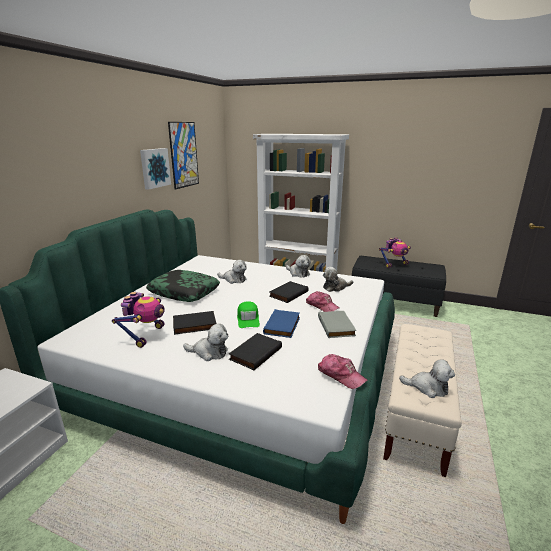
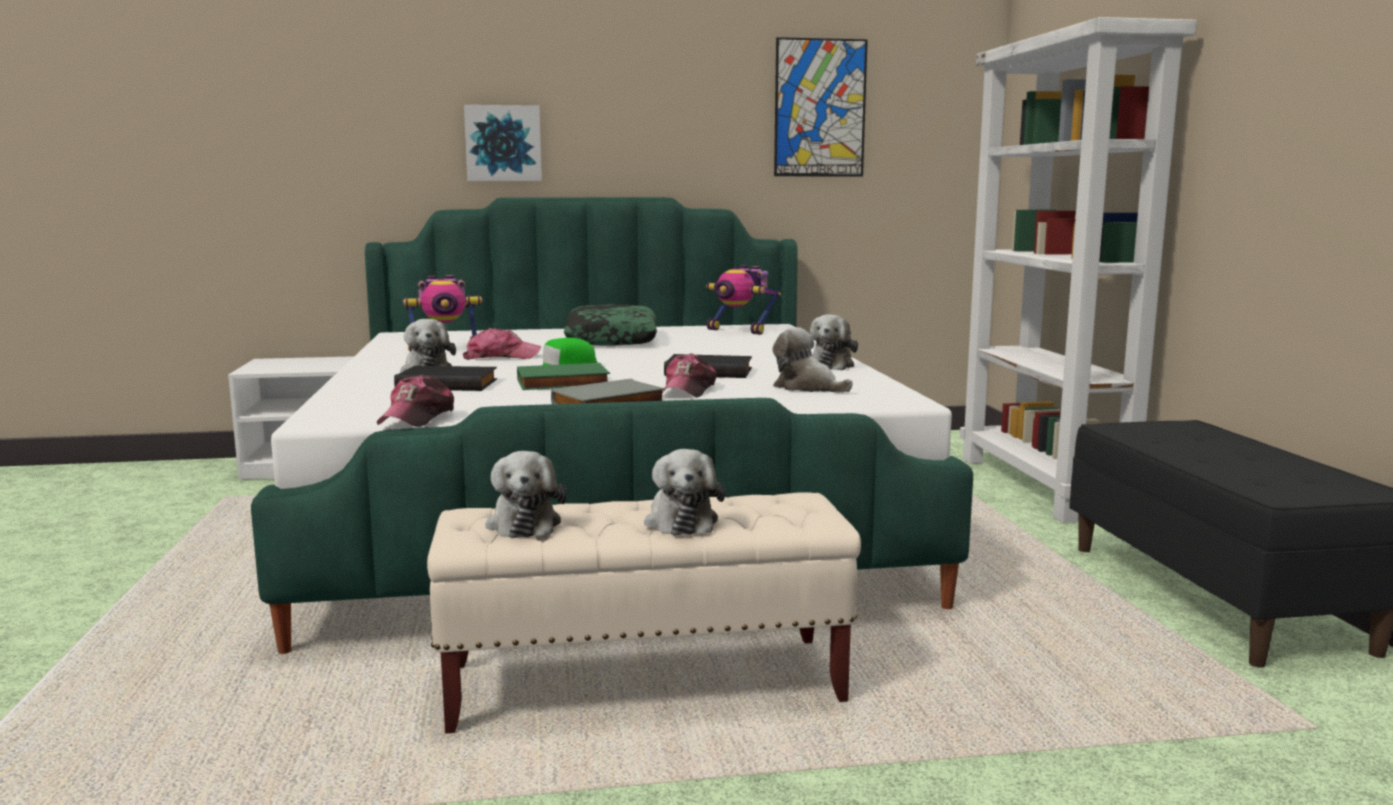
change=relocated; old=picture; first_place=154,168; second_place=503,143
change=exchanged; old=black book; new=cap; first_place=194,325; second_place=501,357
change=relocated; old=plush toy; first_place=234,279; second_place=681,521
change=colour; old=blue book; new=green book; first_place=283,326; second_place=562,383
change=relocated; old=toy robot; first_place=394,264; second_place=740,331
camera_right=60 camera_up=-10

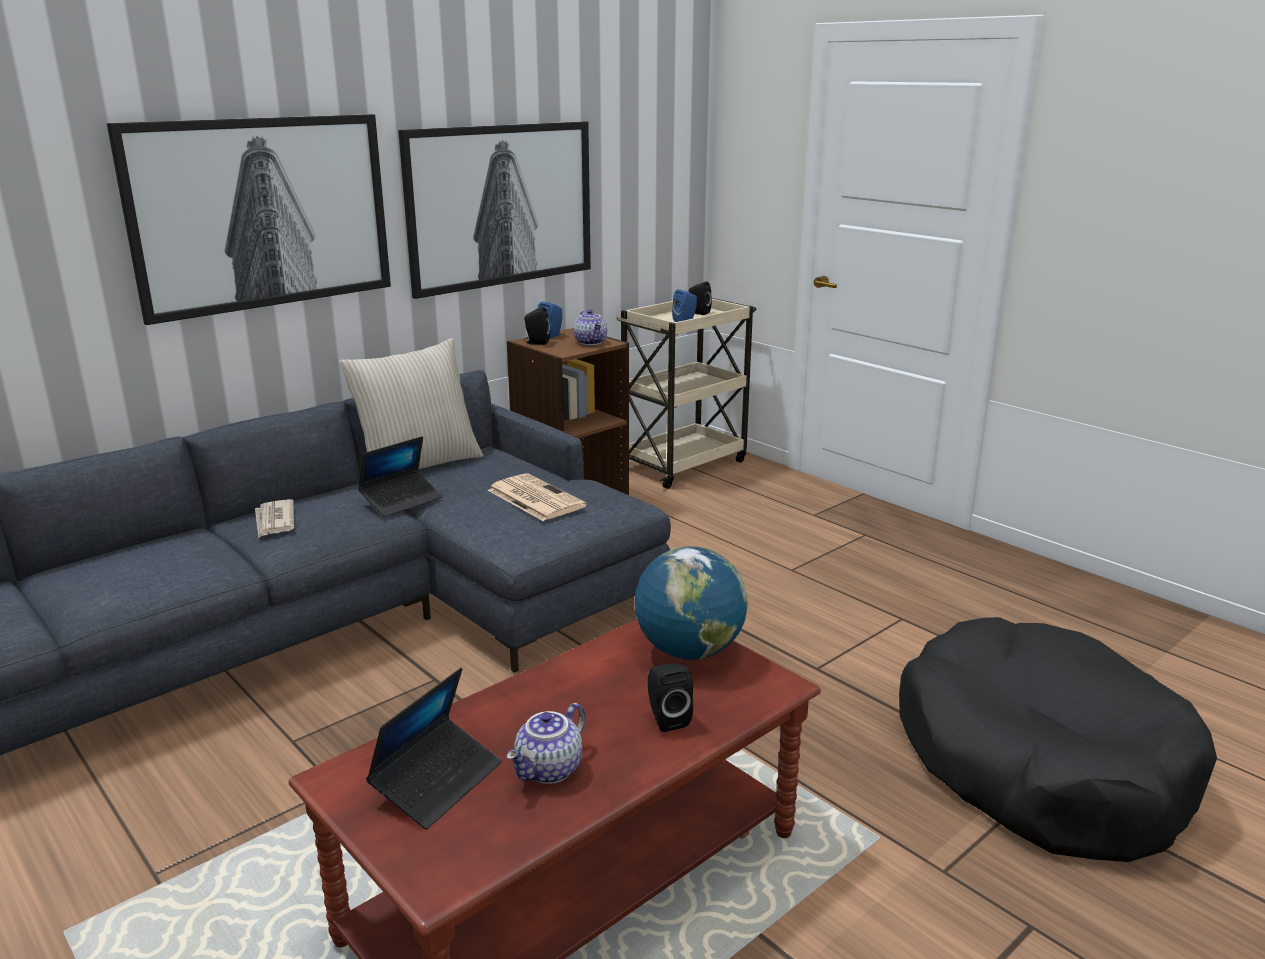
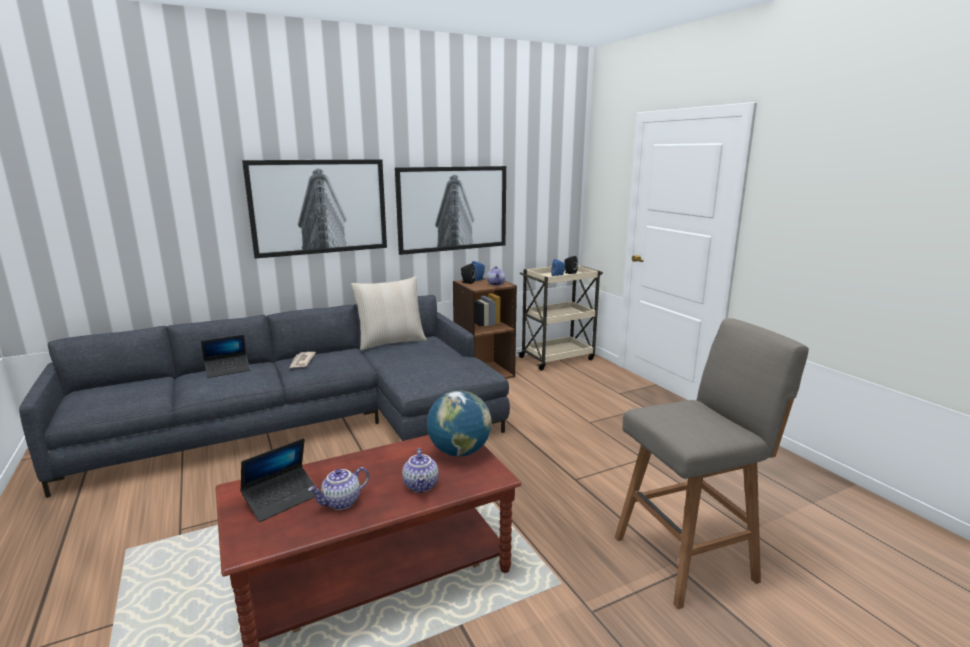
change=relocated; old=laptop; first_place=401,501; second_place=228,370
change=missing; old=newspaper; first_place=534,498
change=exchanged; old=black speaker; new=teapot; first_place=666,718; second_place=422,485
change=exchanged; old=black dog bed; new=grey stool; first_place=1039,763; second_place=688,557
camera_right=15 camera_up=-5

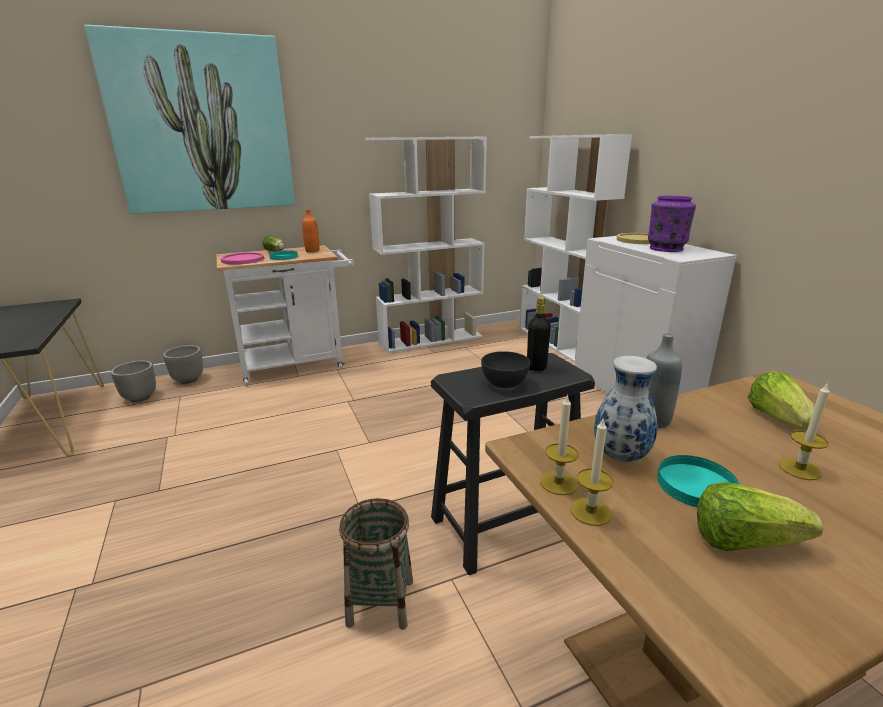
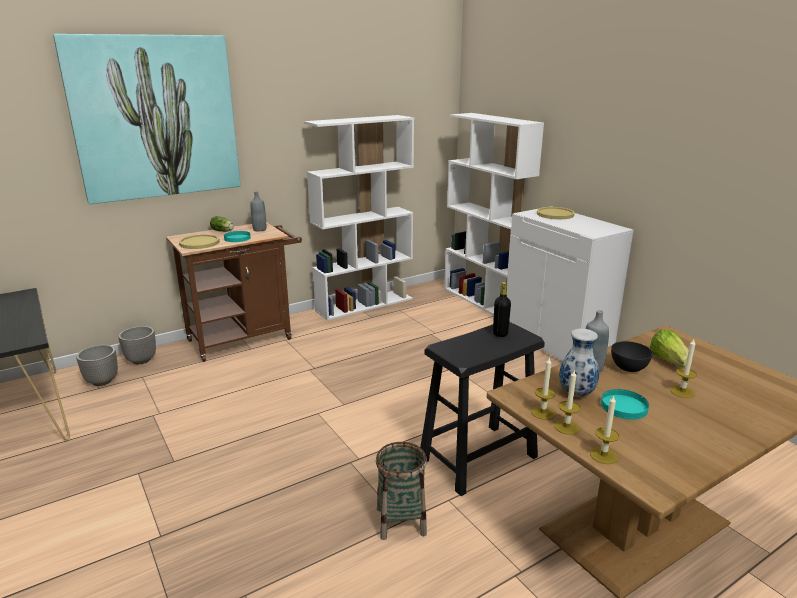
change=colour; old=white cart; new=brown cart; first_place=299,365; second_place=246,338
change=colour; old=pink plate; new=yellow plate; first_place=243,260; second_place=199,243
change=colour; old=orange bottle; new=grey bottle; first_place=312,251; second_place=259,229
change=relocated; old=grey bowl; first_place=504,384; second_place=628,368
change=missing; old=purple vase; first_place=666,248
change=missing; old=lettuce; first_place=743,541
change=appeared; new=candle; second_place=603,455
camera_right=-10 camera_up=0

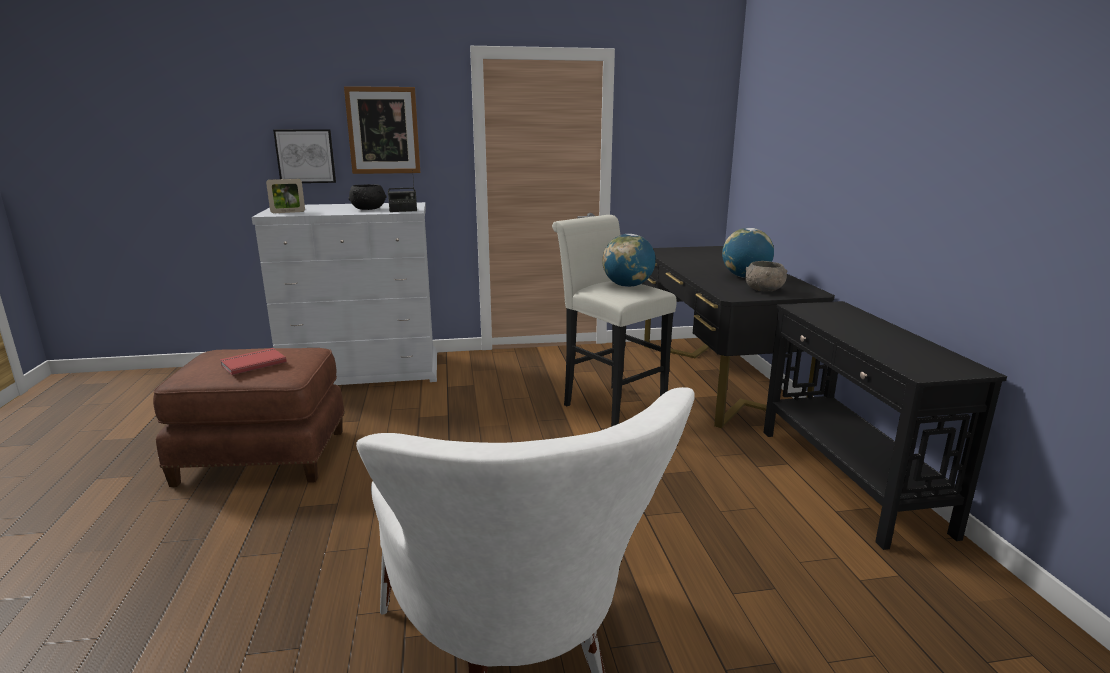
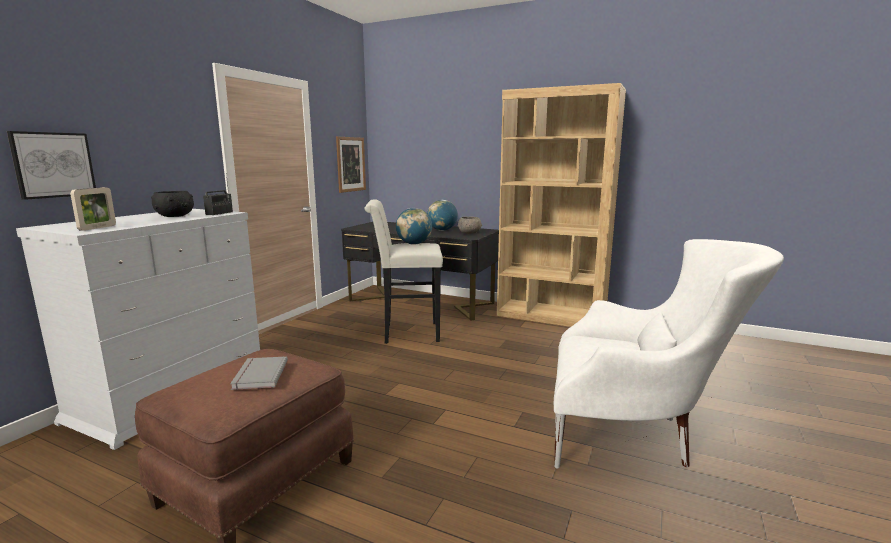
change=colour; old=red book; new=grey book; first_place=252,363; second_place=258,375
change=relocated; old=picture; first_place=383,130; second_place=350,164
change=exchanged; old=black console table; new=brown bookcase; first_place=848,479; second_place=551,316
camera_right=-55 camera_up=-5

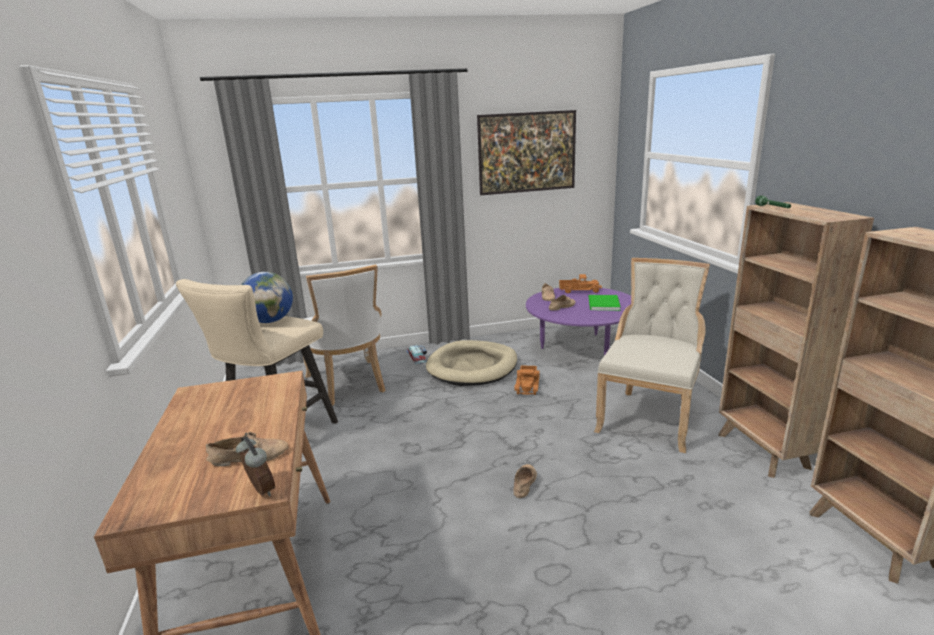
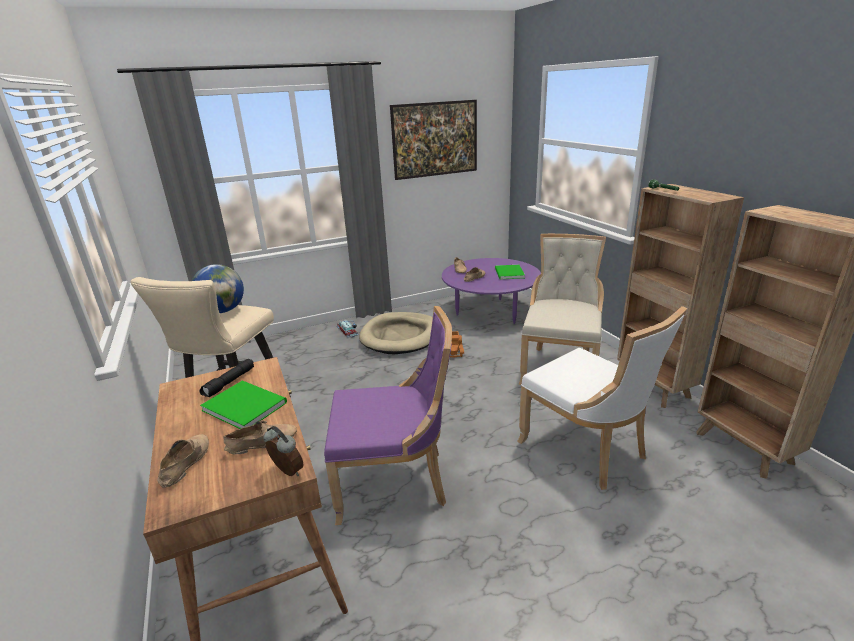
change=relocated; old=white chair; first_place=349,384; second_place=587,450
change=relocated; old=beige shoe; first_place=523,483; second_place=185,462
change=missing; old=toy truck; first_place=579,290
change=appeared; new=black flashlight; second_place=229,383
change=appeared; new=green book; second_place=244,405
change=appeared; new=purple chair; second_place=396,482
camera_right=-10 camera_up=5

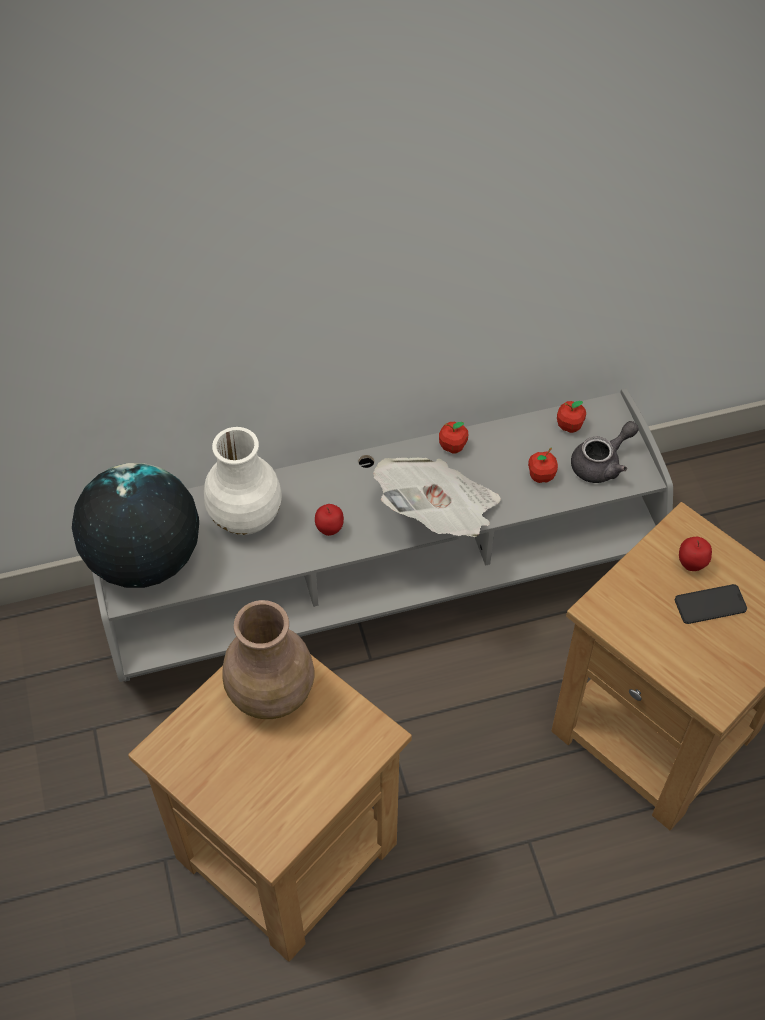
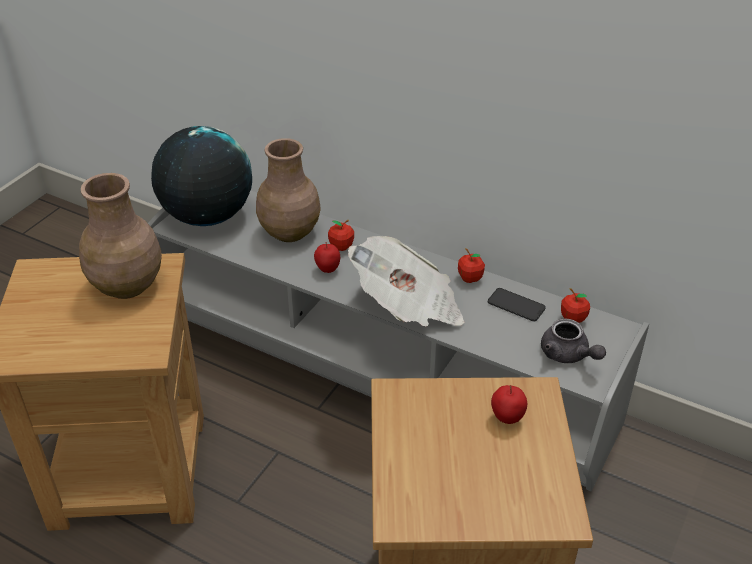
change=colour; old=white vase; new=brown vase; first_place=246,517; second_place=289,233
change=relocated; old=apple; first_place=541,476; second_place=341,247
change=spun; old=grey teapot; first_place=601,463; second_place=568,355; degrees=45
change=relocated; old=phone; first_place=710,604; second_place=516,305
camera_right=45 camera_up=-15

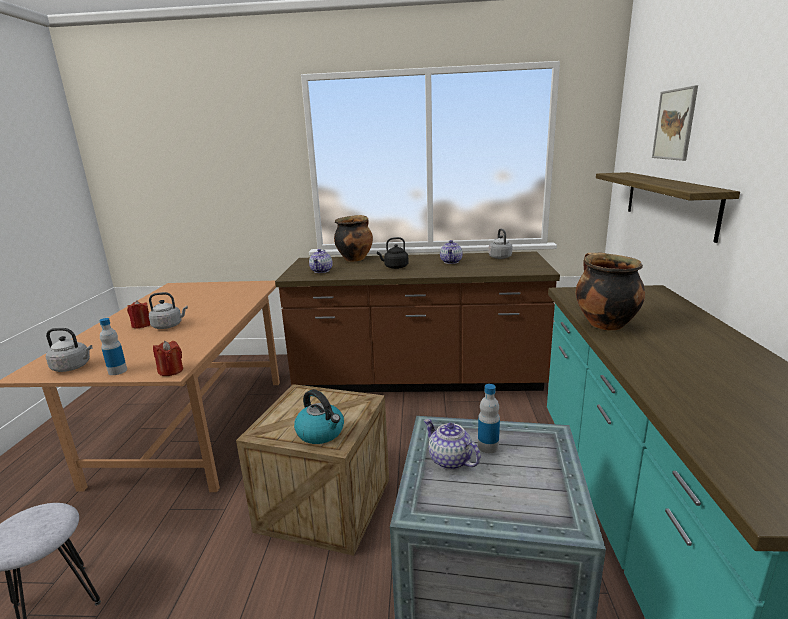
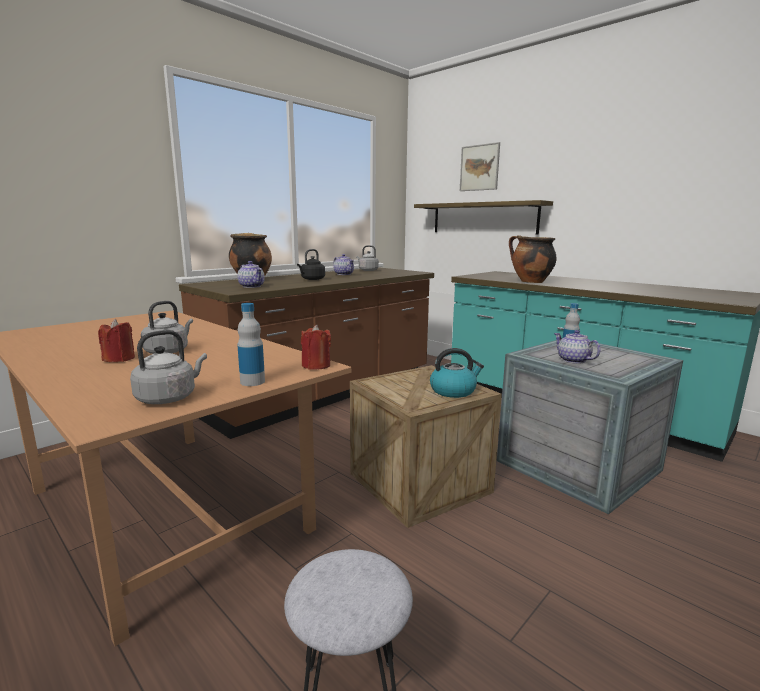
change=spun; old=teapot; first_place=449,460; second_place=573,360; degrees=60
camera_right=-50 camera_up=-5

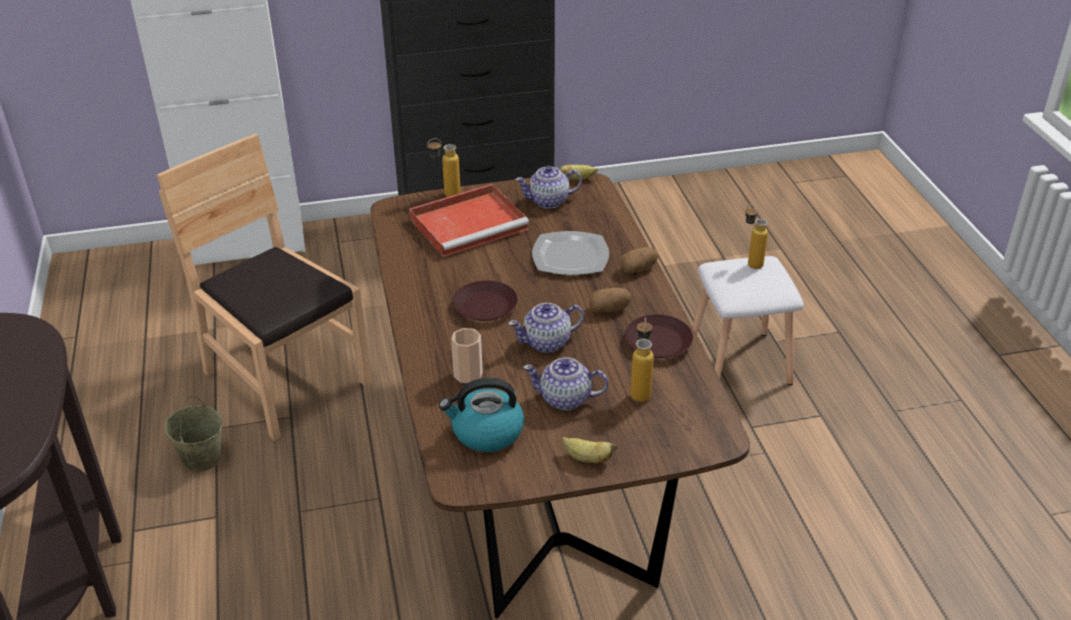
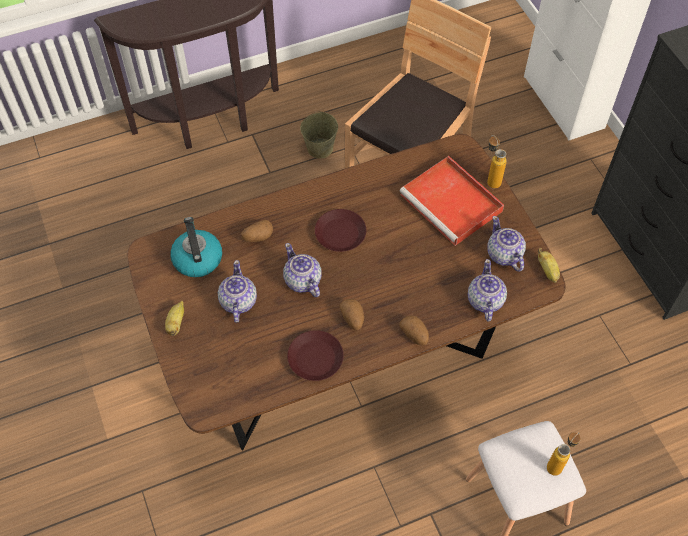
change=exchanged; old=cup; new=potato; first_place=468,374; second_place=258,237
change=missing; old=plate; first_place=569,256
change=missing; old=bottle; first_place=640,390
change=appeared; new=teapot; second_place=484,301
camera_right=80 camera_up=20

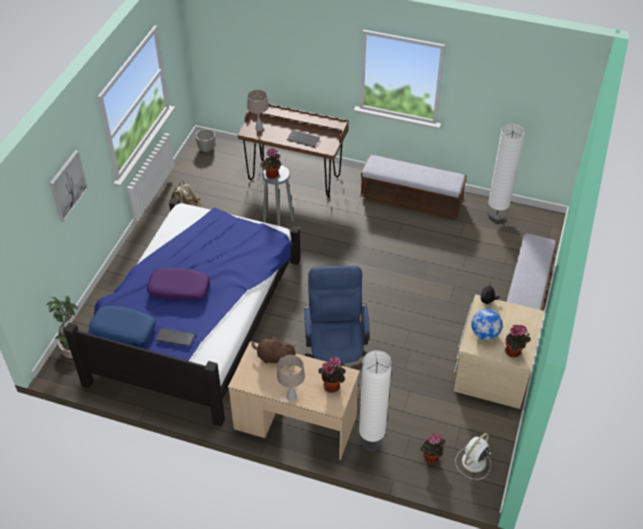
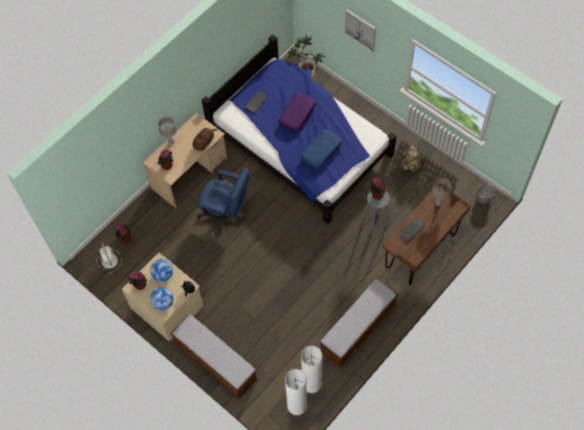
change=relocated; old=blue pillow; first_place=123,329; second_place=321,151
change=relocated; old=white floor lamp; first_place=371,442; second_place=297,410
change=appeared; new=globe; second_place=163,303
camera_right=115 camera_up=15

